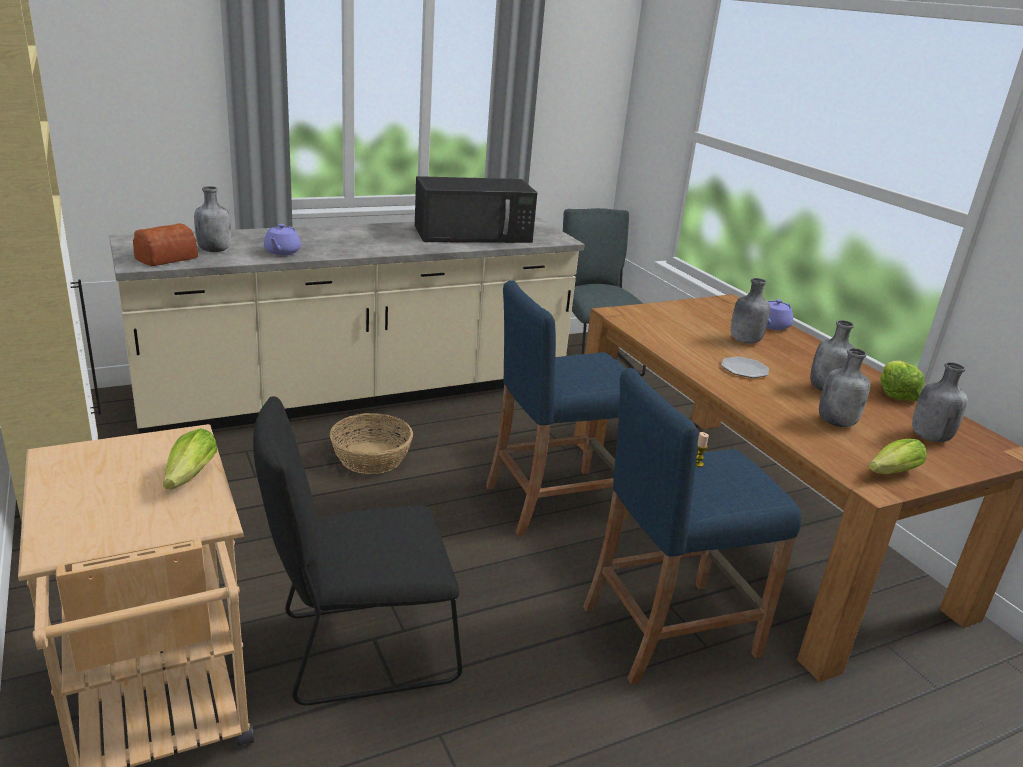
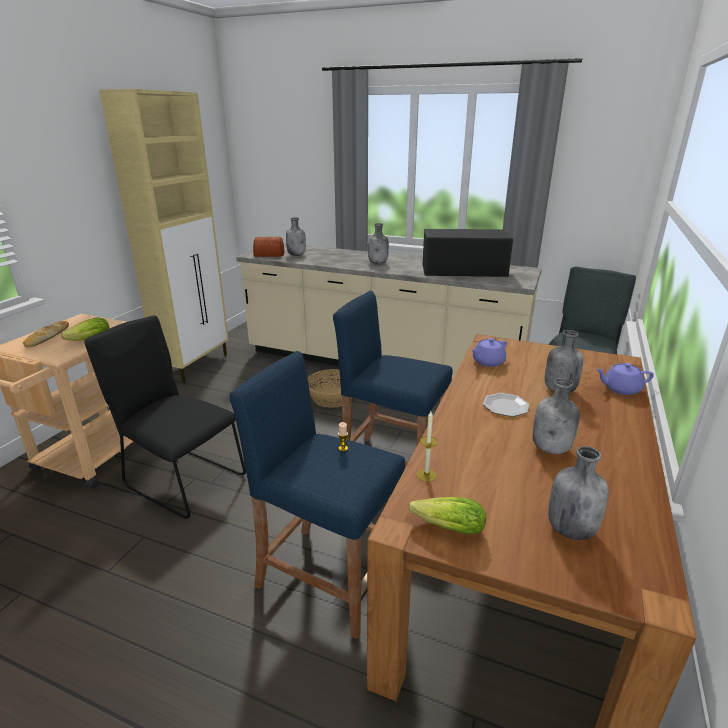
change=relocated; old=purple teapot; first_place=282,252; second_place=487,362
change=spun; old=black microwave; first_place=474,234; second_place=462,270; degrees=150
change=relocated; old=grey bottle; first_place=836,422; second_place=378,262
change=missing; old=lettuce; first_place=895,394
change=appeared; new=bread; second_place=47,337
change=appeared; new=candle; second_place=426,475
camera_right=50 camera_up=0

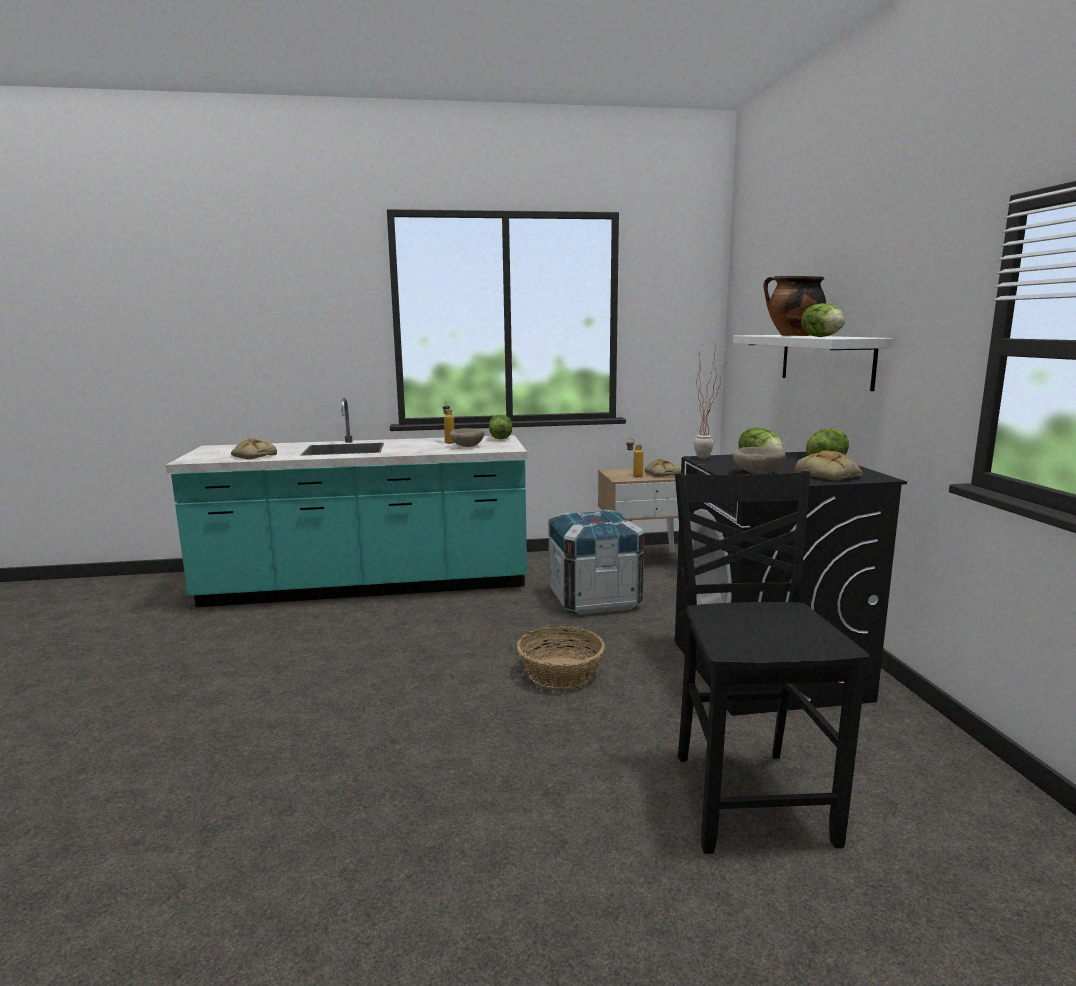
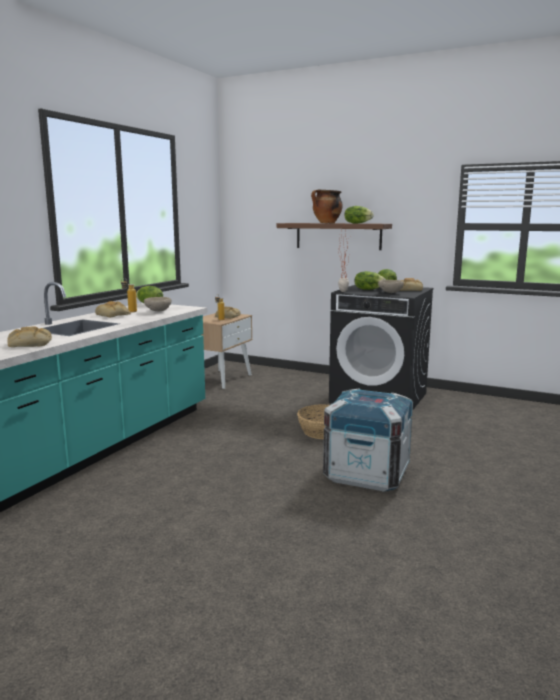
change=relocated; old=crate; first_place=594,600; second_place=367,473
change=missing; old=black chair; first_place=749,796
change=colour; old=white shelf; new=brown shelf; first_place=825,360; second_place=338,236
change=appeared; new=bread; second_place=114,315
camera_right=-55 camera_up=0

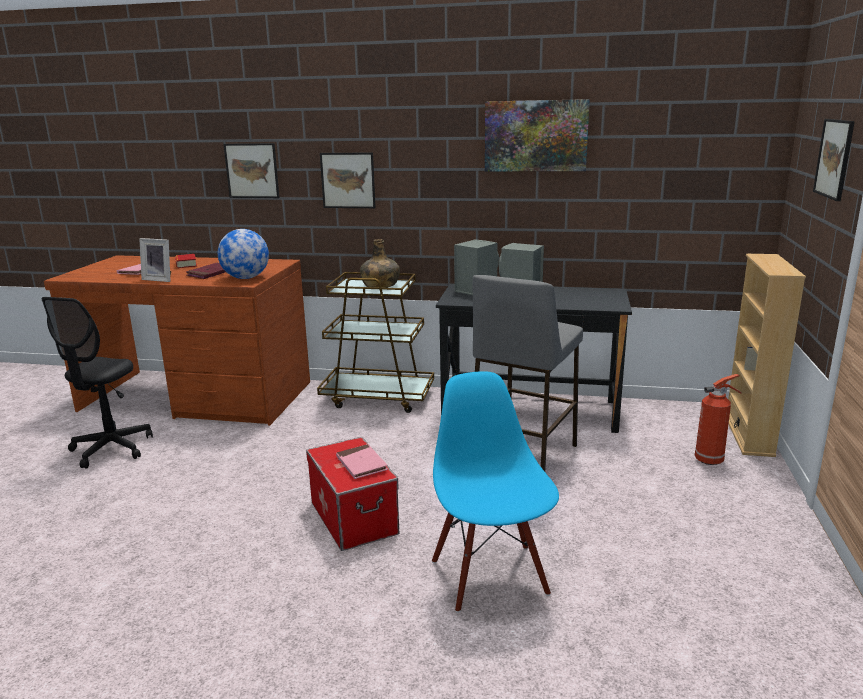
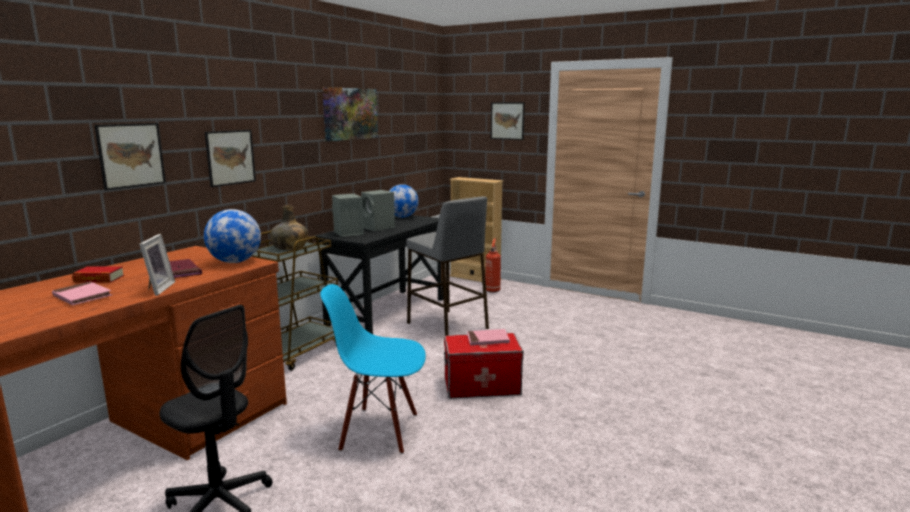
change=spun; old=picture frame; first_place=160,279; second_place=157,289; degrees=-45
change=relocated; old=blue chair; first_place=490,576; second_place=379,431
change=appeared; new=globe; second_place=402,217
camera_right=-70 camera_up=-5

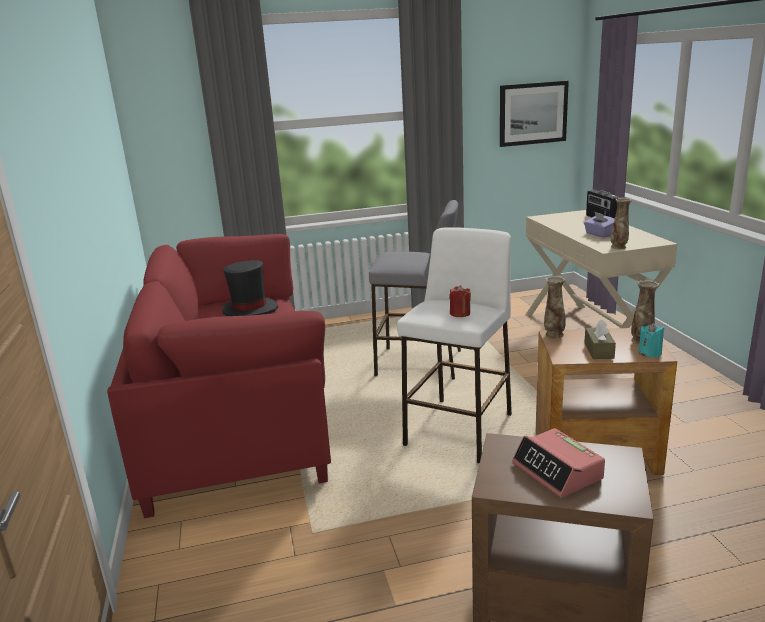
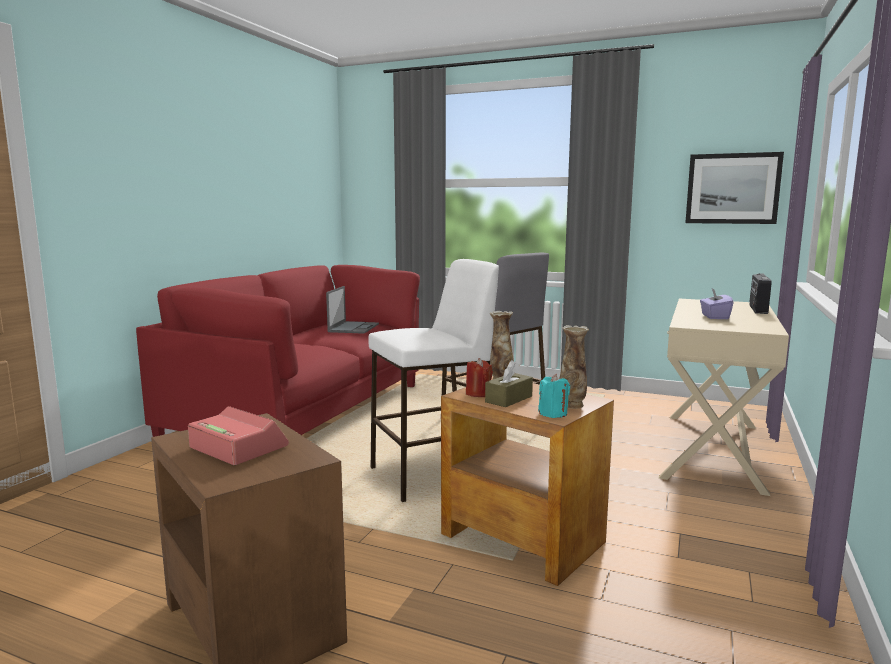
change=exchanged; old=black hat; new=laptop; first_place=250,310; second_place=354,328
change=relocated; old=red candle; first_place=460,313; second_place=478,393
change=spun; old=alarm clock; first_place=557,471; second_place=238,447; degrees=120
change=missing; old=vase; first_place=619,247
camera_right=35 camera_up=-10

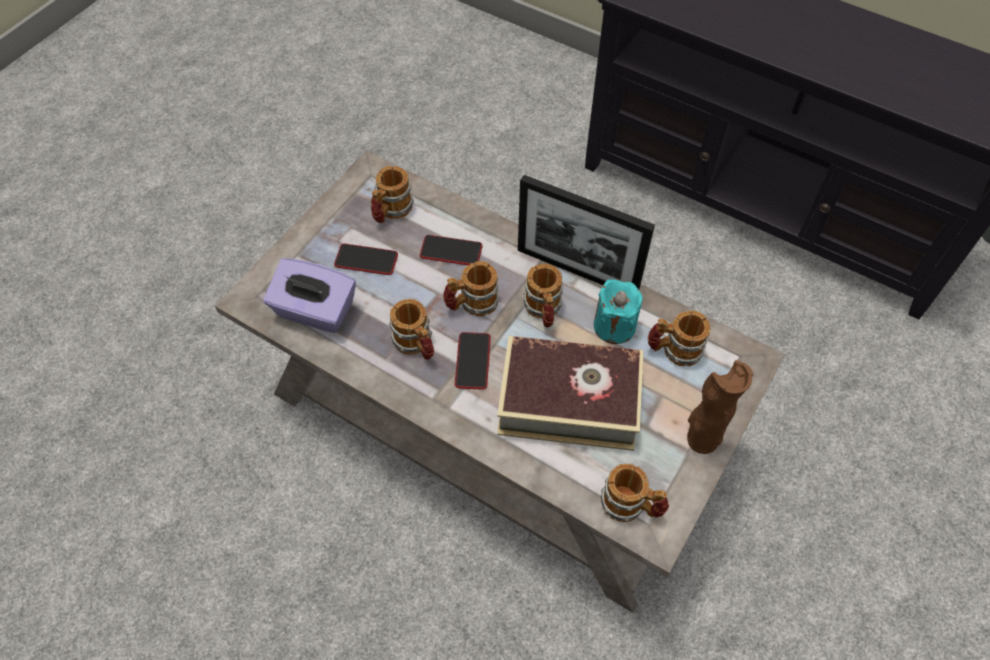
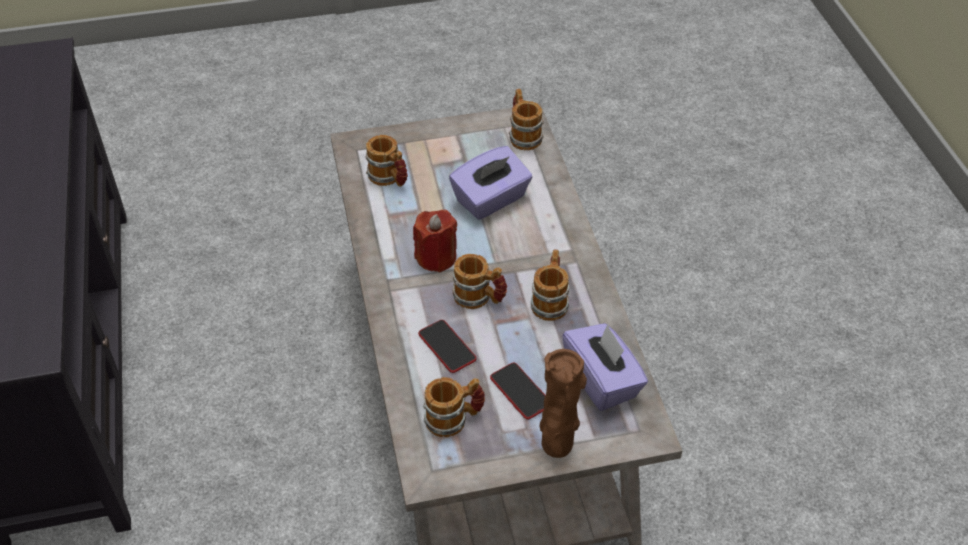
change=missing; old=phone; first_place=473,361
change=exchanged; old=book; new=purple tissue box; first_place=569,401; second_place=491,200
change=missing; old=picture frame; first_place=577,271
change=exchanged; old=mug; new=red candle; first_place=543,311; second_place=436,257
change=missing; old=turquoise candle; first_place=614,326
change=relocated; old=brown vase; first_place=700,439; second_place=556,447
camera_right=-135 camera_up=-10

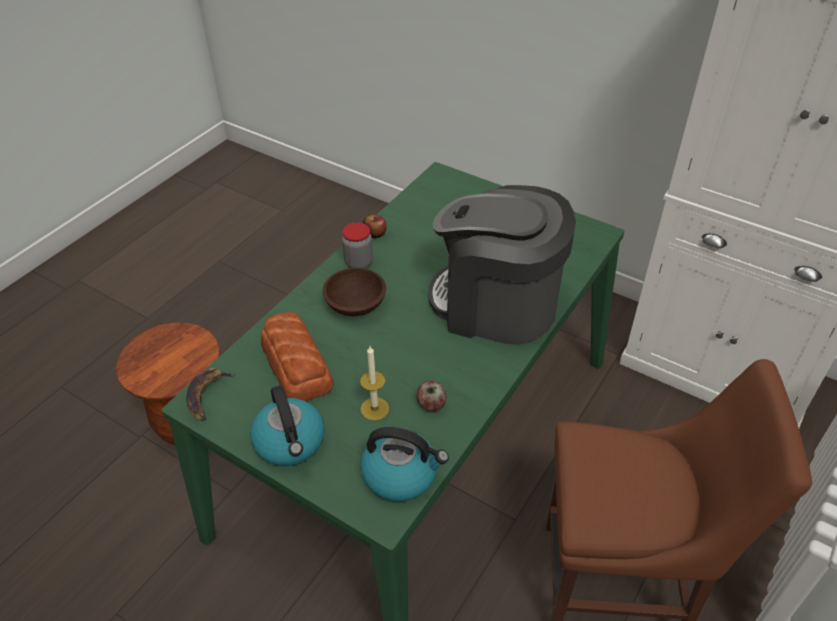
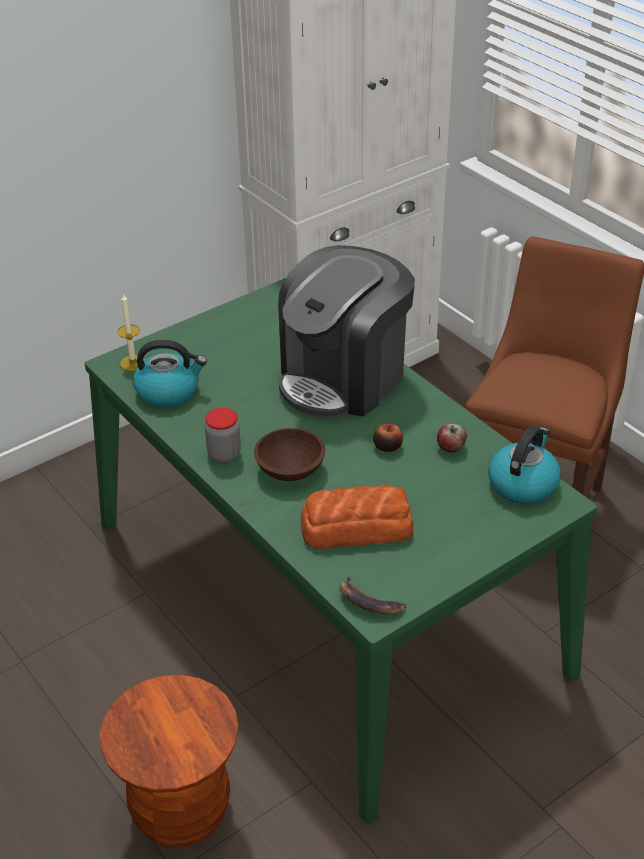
change=relocated; old=kettle; first_place=290,442; second_place=169,391
change=relocated; old=candle; first_place=374,409; second_place=133,363
change=relocated; old=apple; first_place=374,233; second_place=387,446
camera_right=-70 camera_up=-5

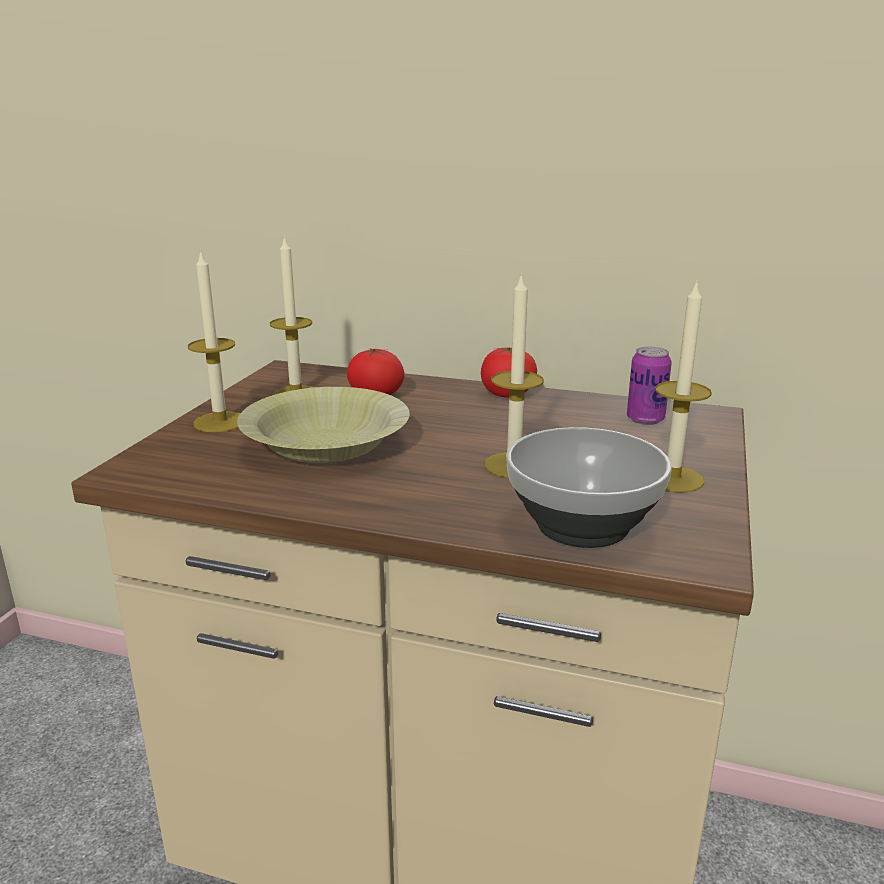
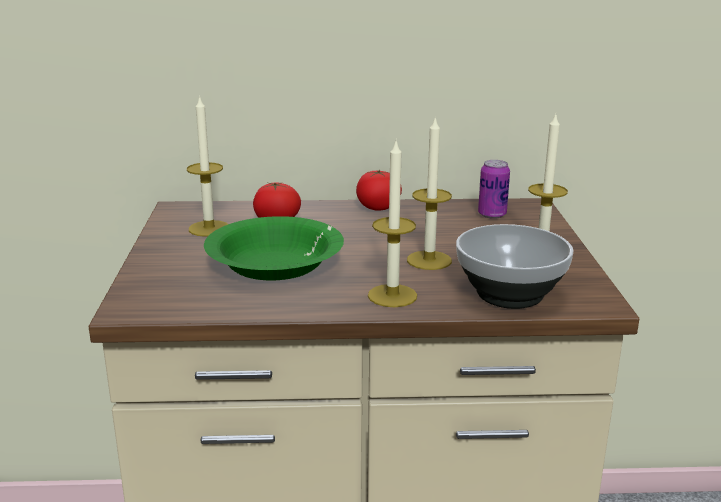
change=relocated; old=candle; first_place=220,422; second_place=392,296
change=colour; old=yellow bowl; new=green bowl; first_place=326,445; second_place=275,265
camera_right=-20 camera_up=0

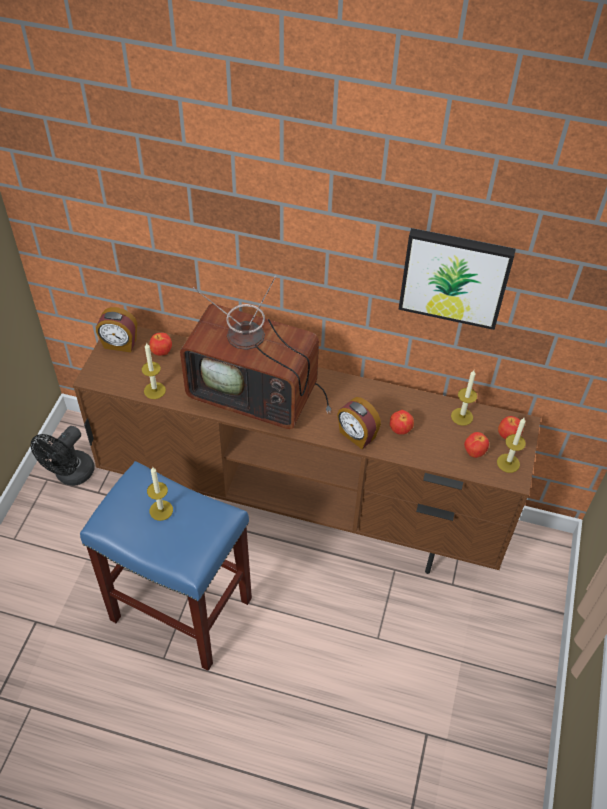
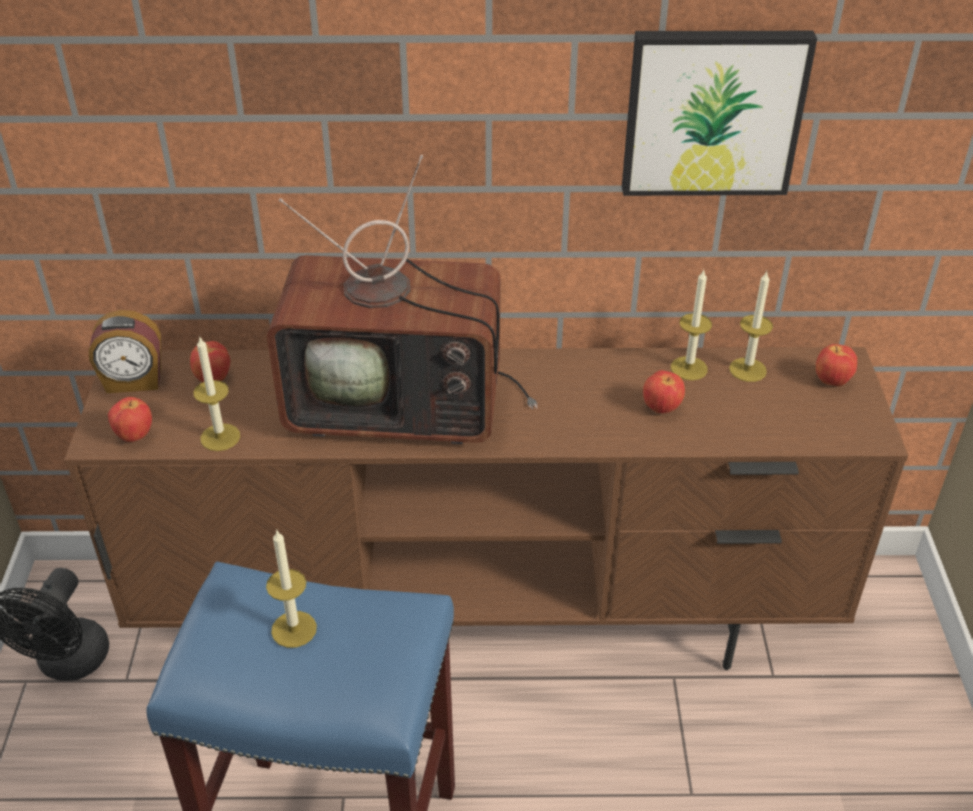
change=missing; old=alarm clock; first_place=356,435
change=relocated; old=apple; first_place=474,452; second_place=135,436
change=relocated; old=candle; first_place=508,463; second_place=689,368
camera_right=-15 camera_up=-10

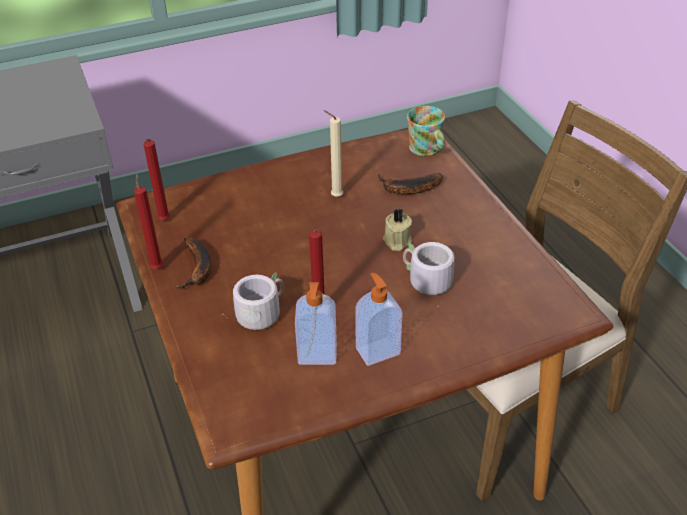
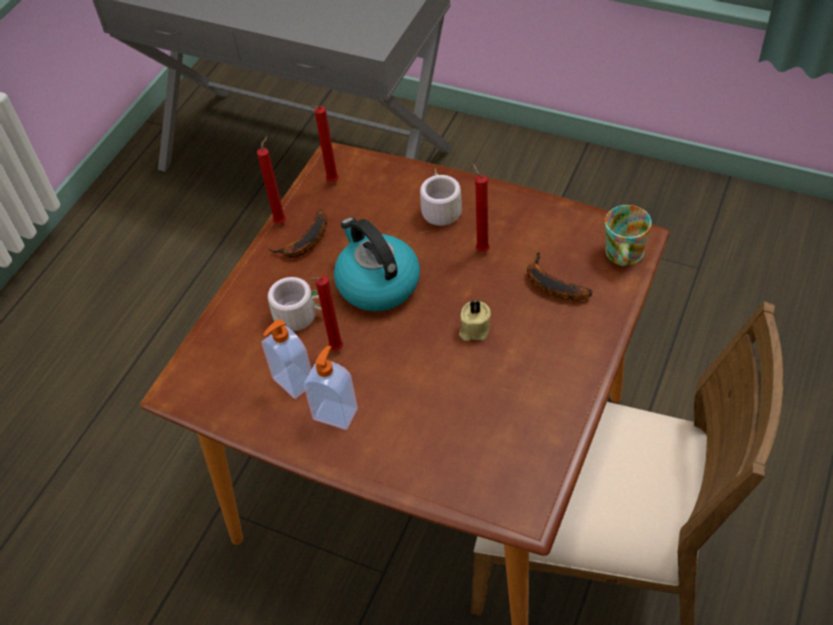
change=colour; old=beige candle; new=red candle; first_place=335,196; second_place=481,249
change=relocated; old=grey mug; first_place=425,282; second_place=438,210
change=appeared; new=kettle; second_place=377,283
camera_right=50 camera_up=10

